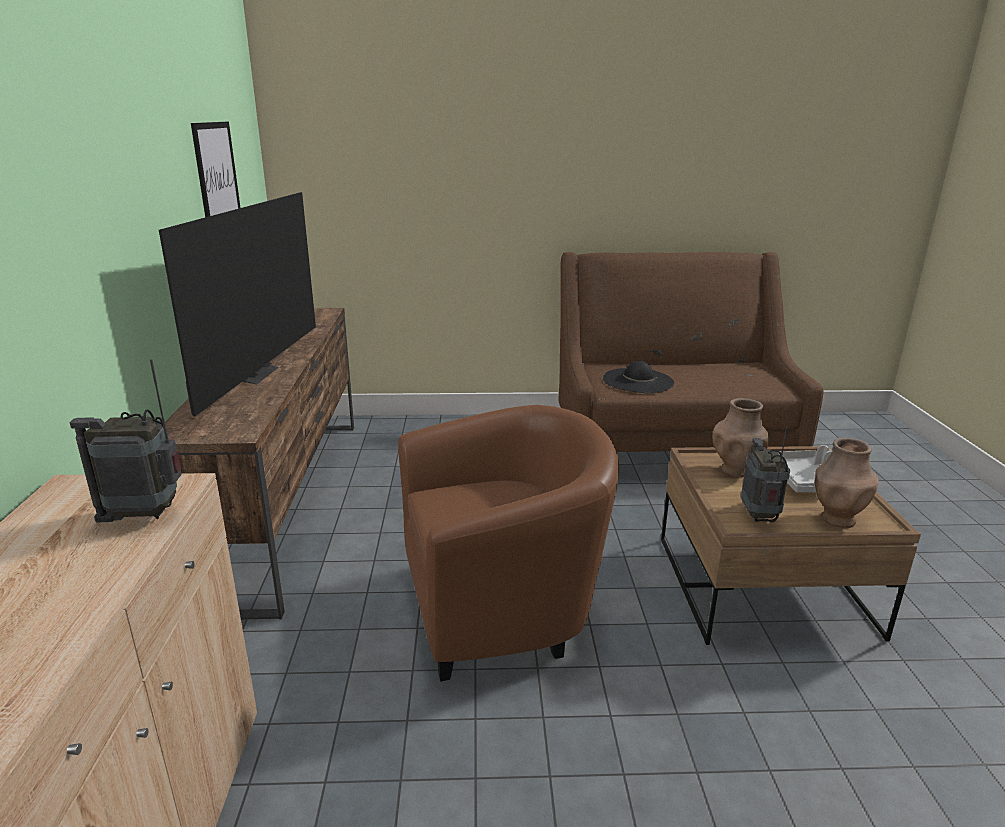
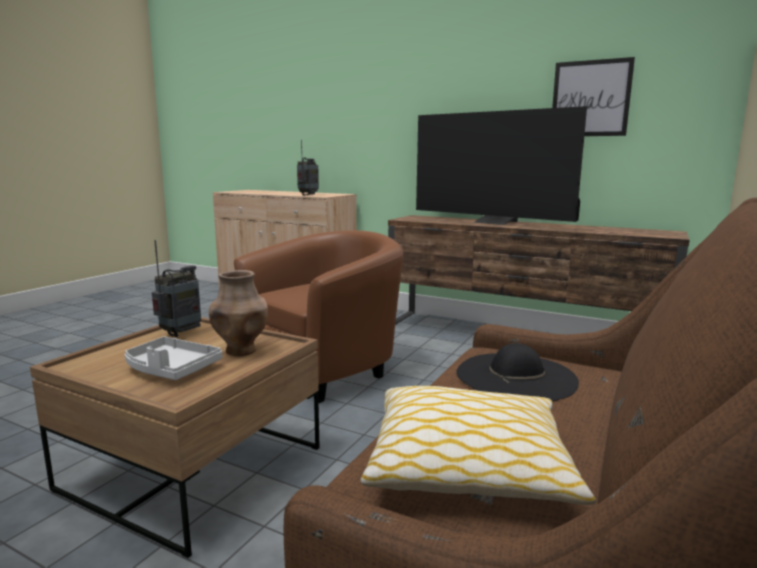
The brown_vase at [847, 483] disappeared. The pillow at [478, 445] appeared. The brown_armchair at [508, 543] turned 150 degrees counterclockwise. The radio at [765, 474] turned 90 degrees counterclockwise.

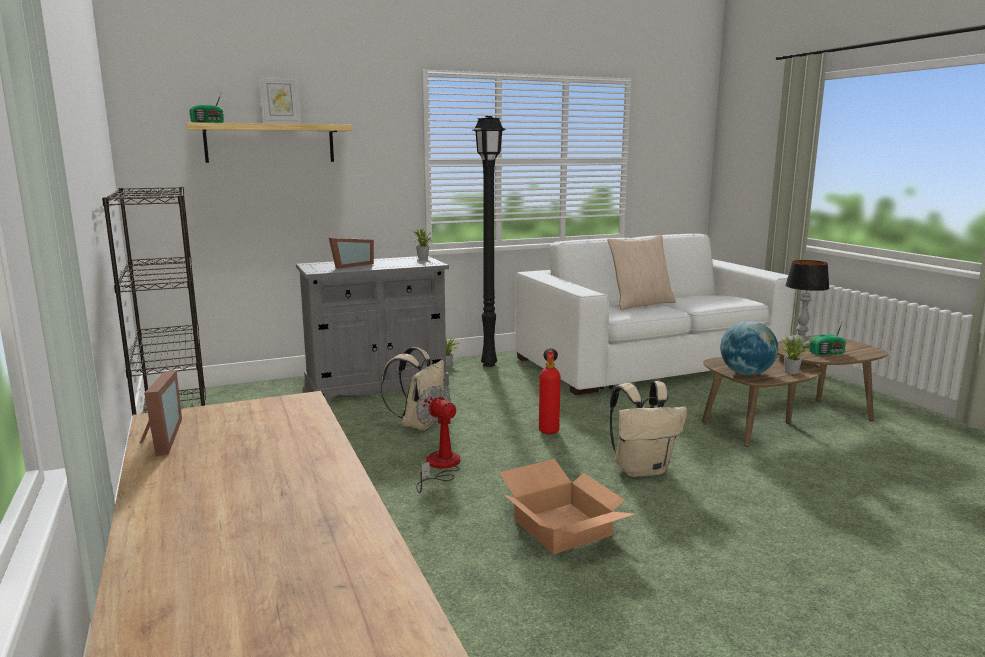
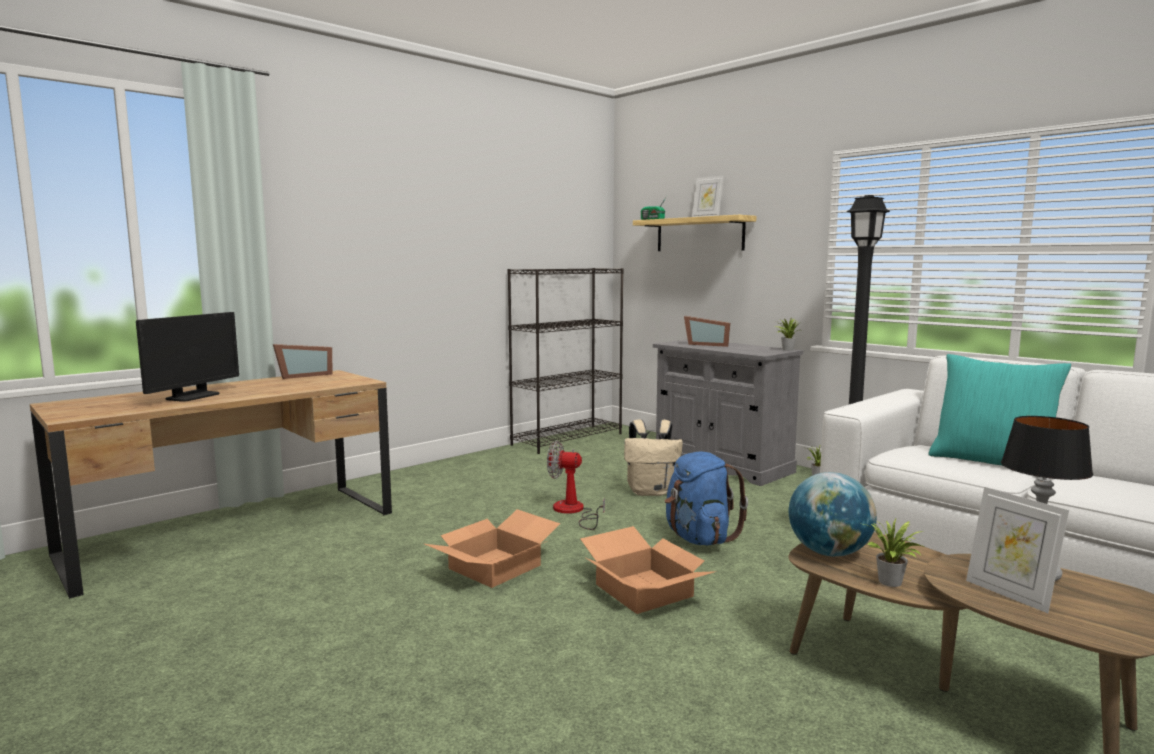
The monitor at [187, 357] appeared. The fire_extinguisher at [550, 391] was replaced by the blue_backpack at [706, 498]. The beige_backpack at [648, 429] was replaced by the cardboard_box at [649, 570]. The radio at [827, 338] was replaced by the picture_frame at [1017, 550]. The beige_pillow at [641, 272] became the turquoise_pillow at [999, 410]. The fan at [438, 439] turned 105 degrees counterclockwise.

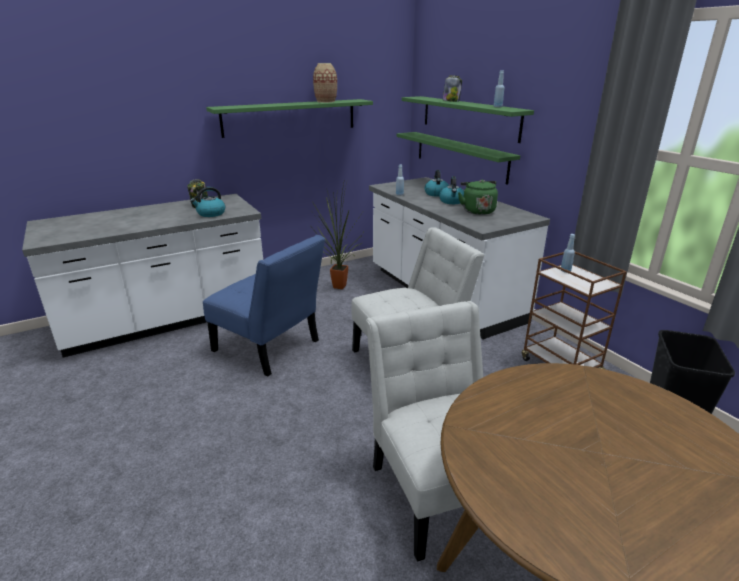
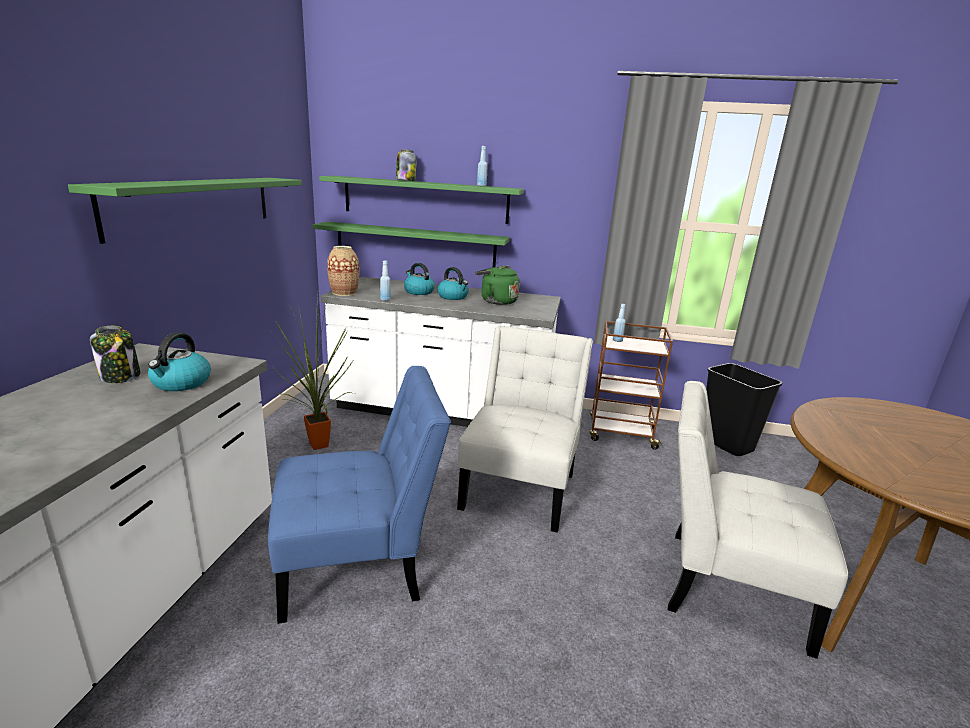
The vase moved from [325, 83] to [343, 271].

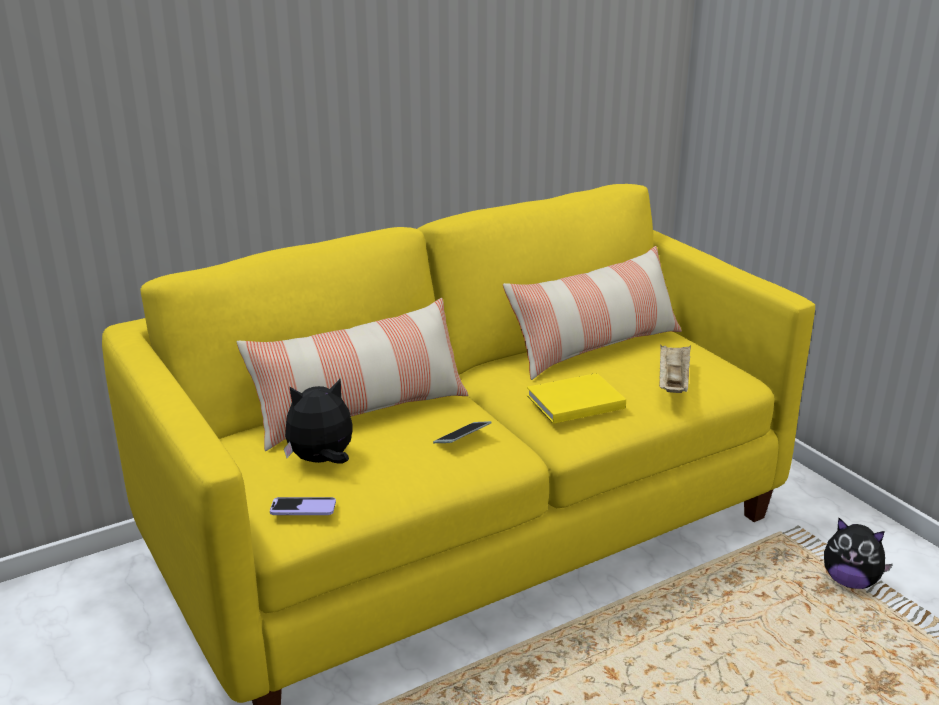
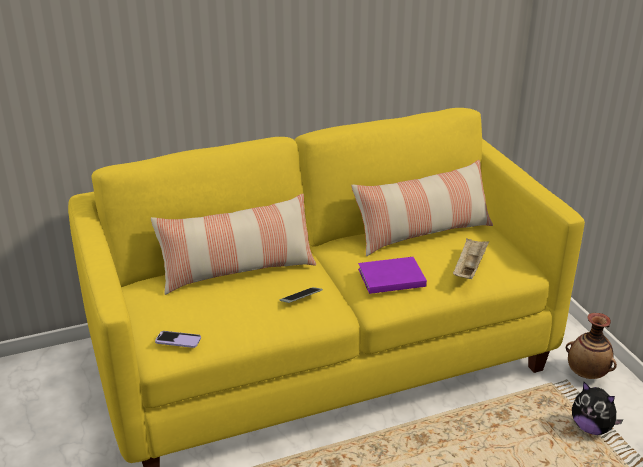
The plush_toy at [318, 421] disappeared. The vase at [591, 346] appeared. The yellow_book at [576, 398] became the purple_book at [392, 275].

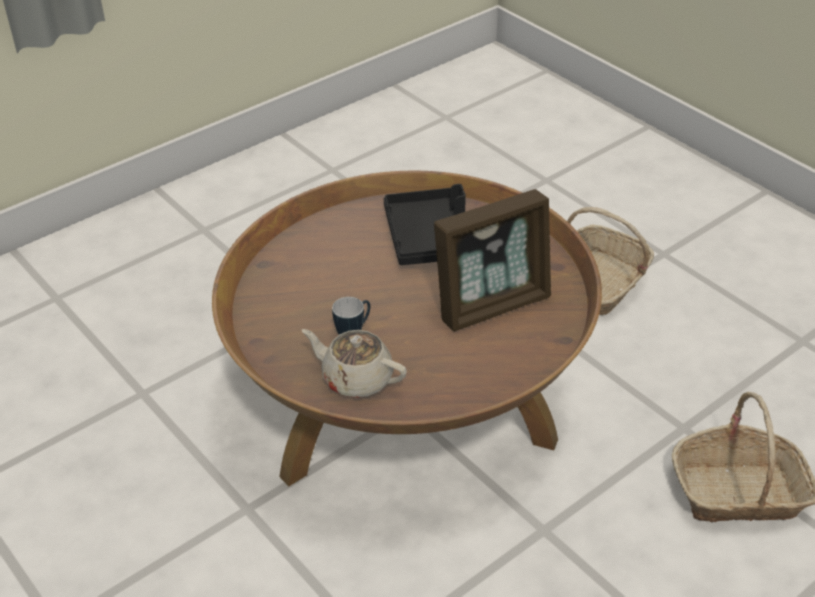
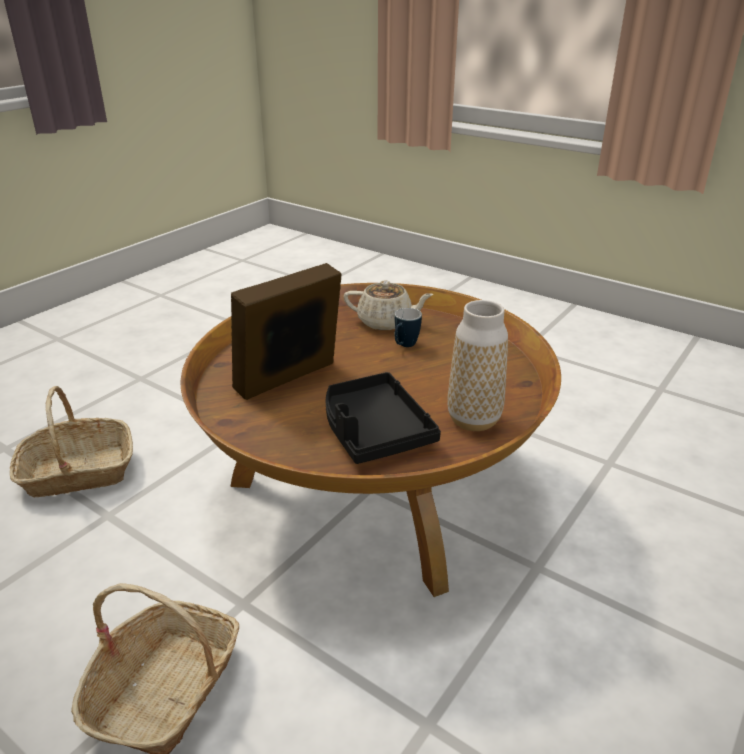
The vase at [477, 365] appeared.

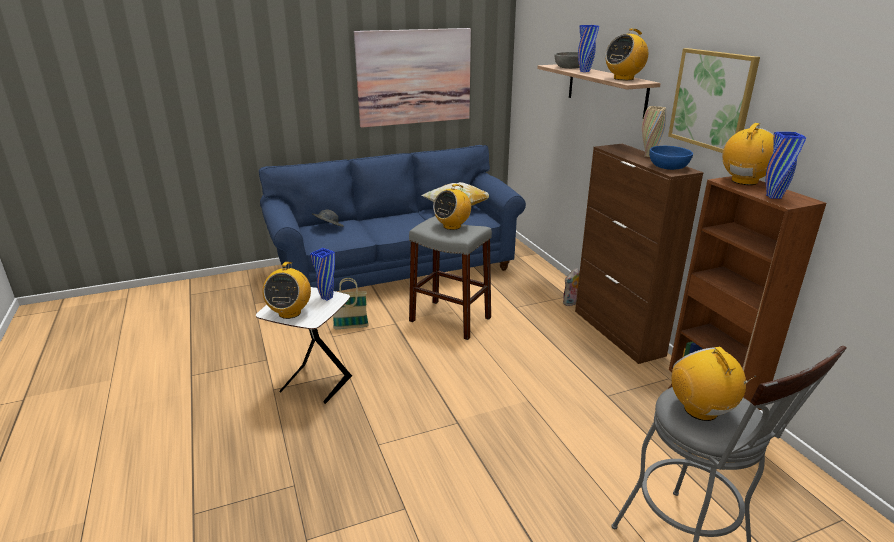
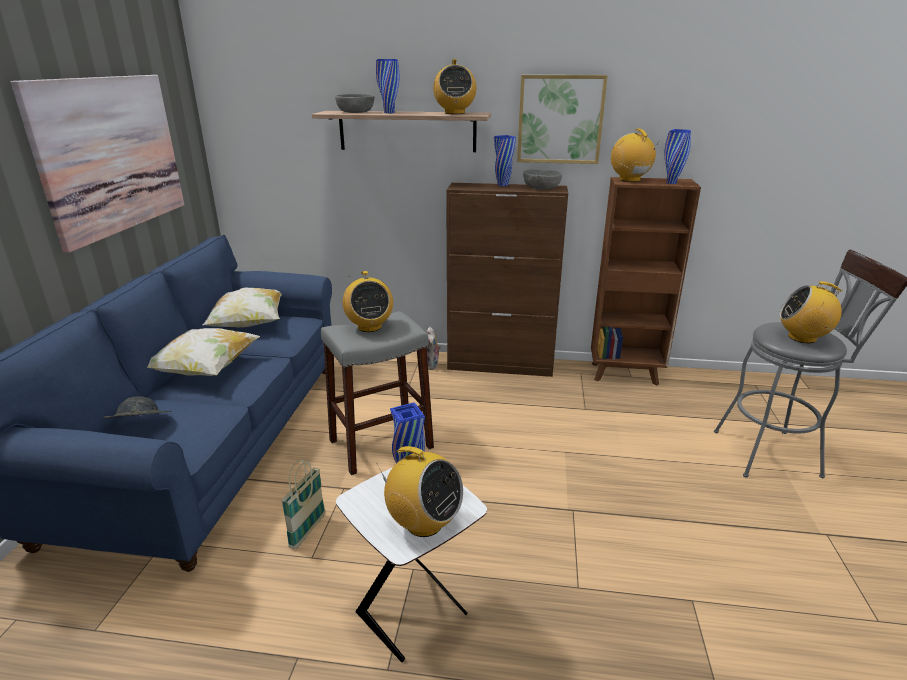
The pillow at [203, 352] appeared. The beige_vase at [654, 131] became the blue_vase at [505, 160]. The blue_bowl at [671, 158] became the grey_bowl at [542, 179].

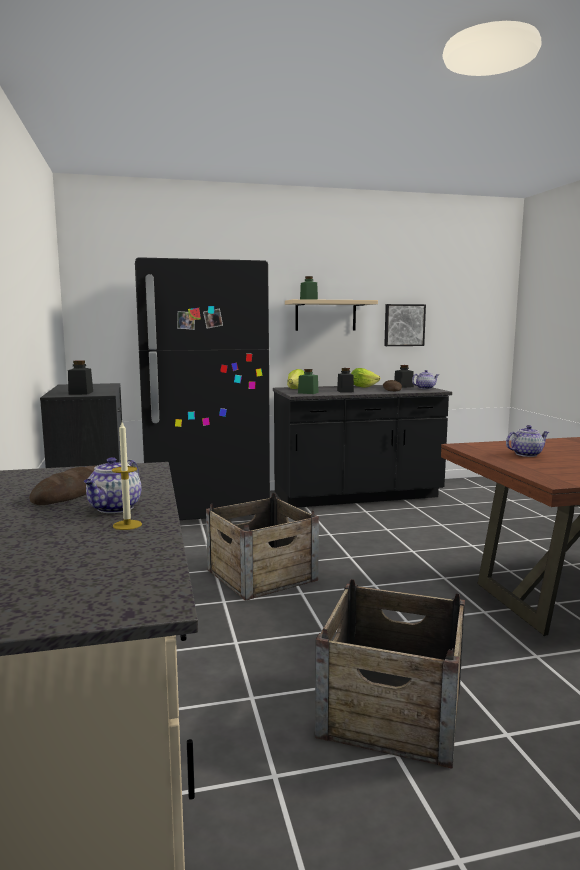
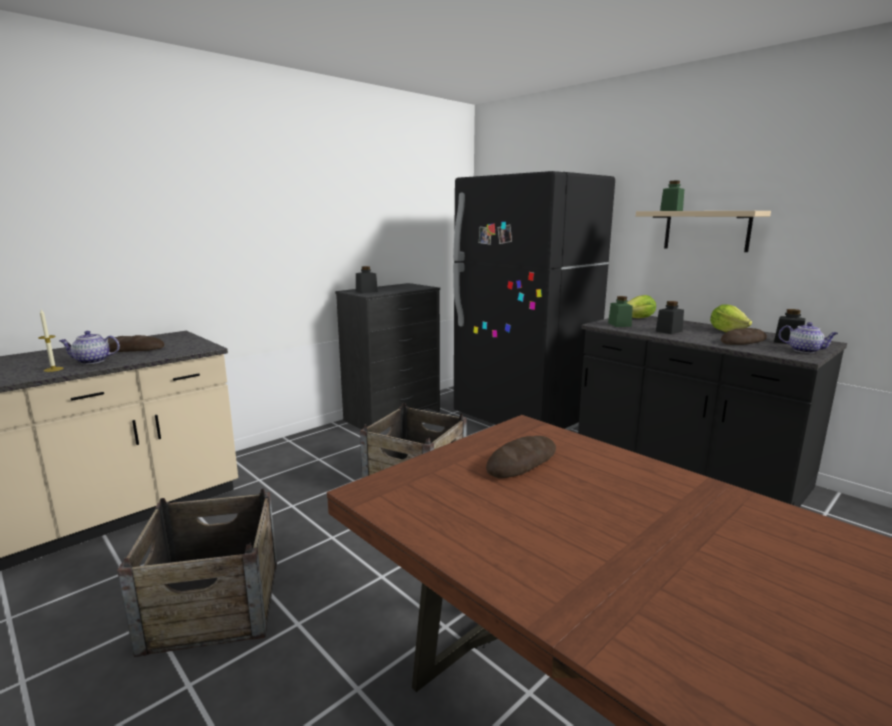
The picture at [405, 325] disappeared. The teapot at [527, 441] was replaced by the bread at [521, 457].

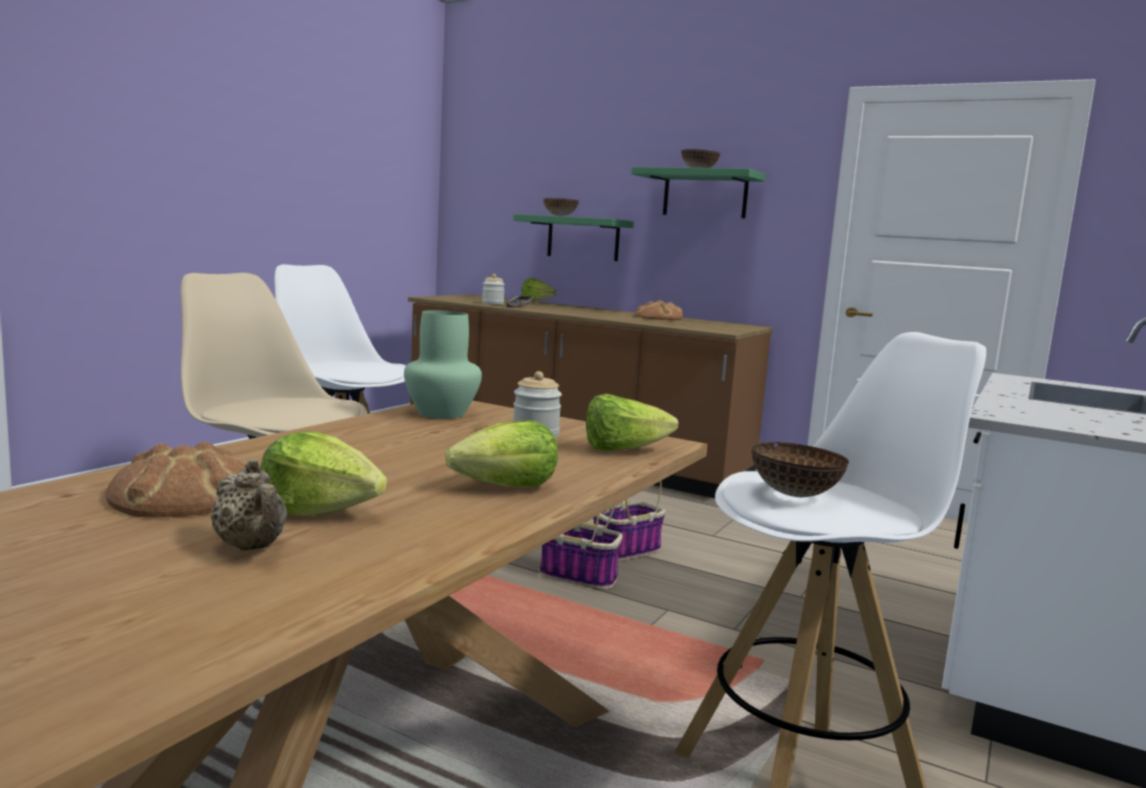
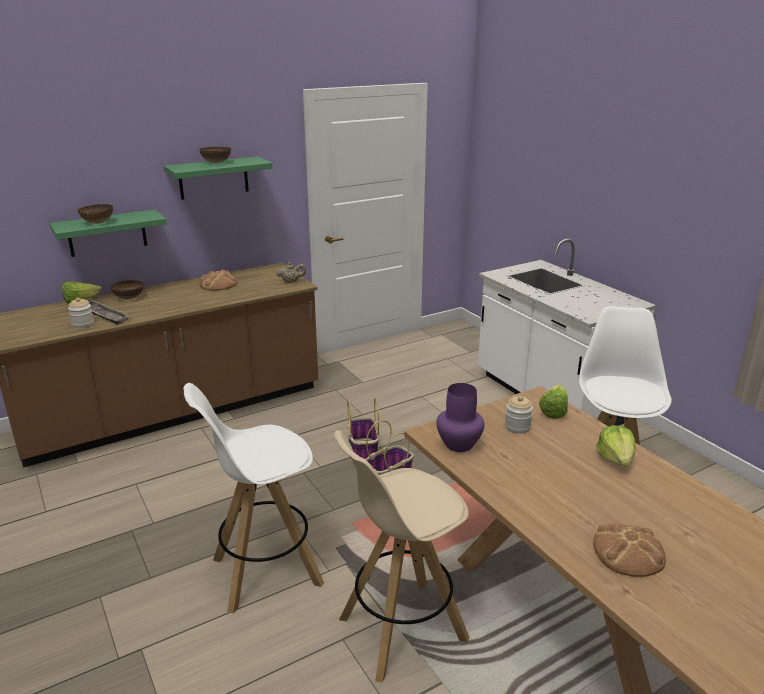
The lettuce at [324, 473] disappeared. The beige_teapot moved from [249, 504] to [291, 272]. The bowl moved from [800, 469] to [127, 290]. The green_vase at [443, 364] became the purple_vase at [460, 417].

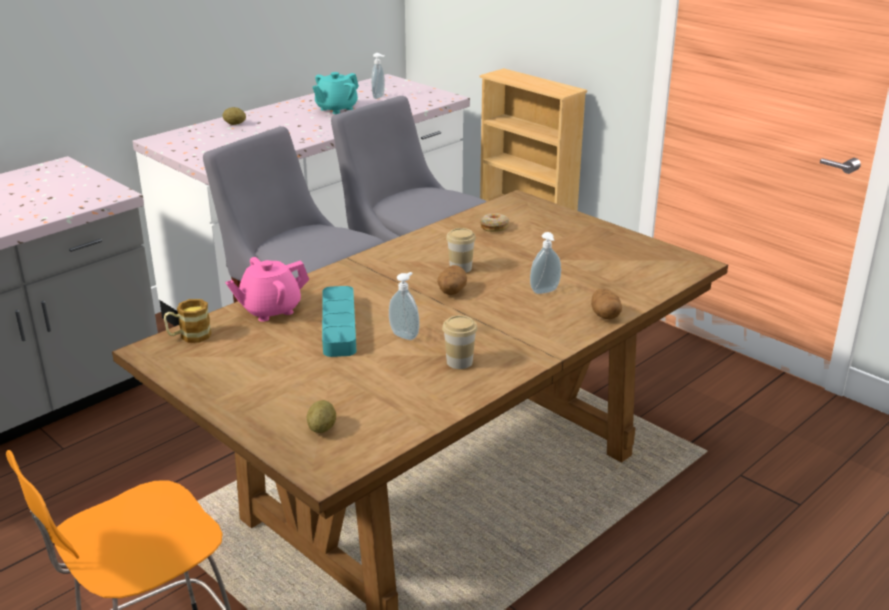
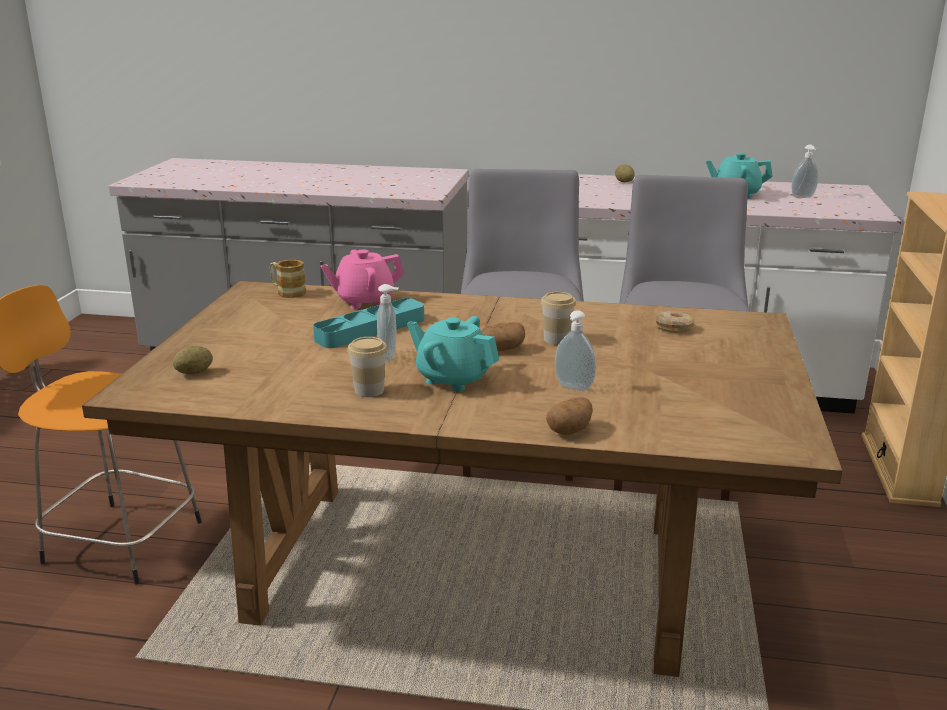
The turquoise_teapot at [453, 353] appeared. The pink_teapot at [267, 289] turned 45 degrees counterclockwise.

